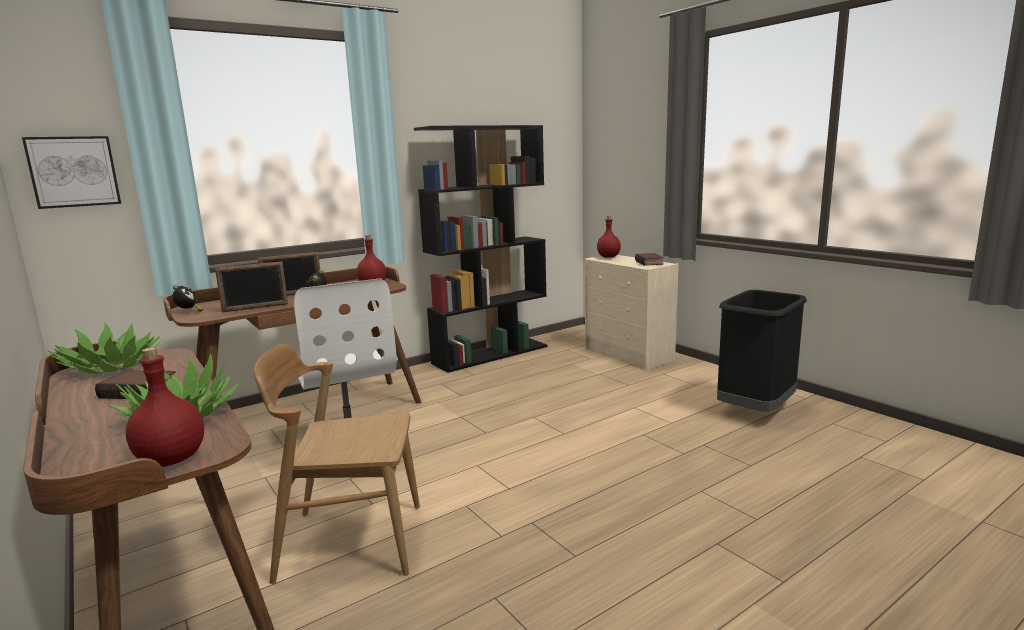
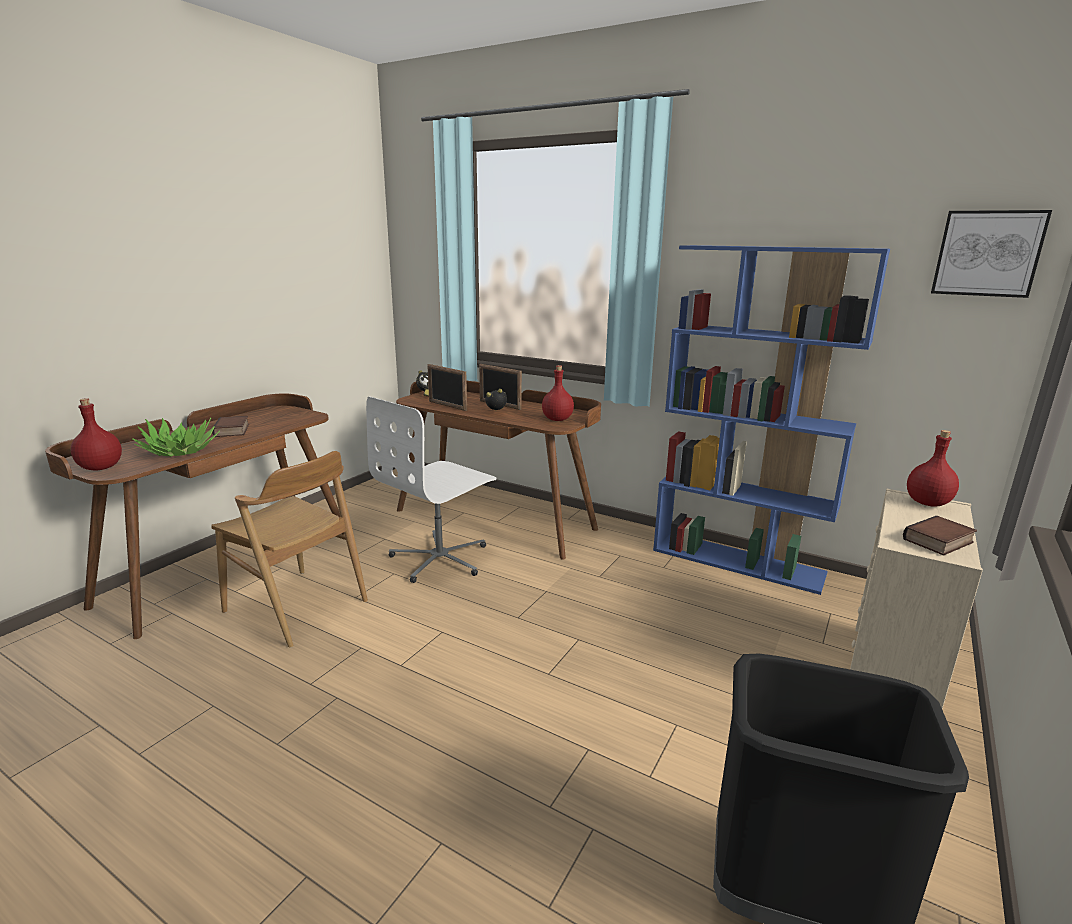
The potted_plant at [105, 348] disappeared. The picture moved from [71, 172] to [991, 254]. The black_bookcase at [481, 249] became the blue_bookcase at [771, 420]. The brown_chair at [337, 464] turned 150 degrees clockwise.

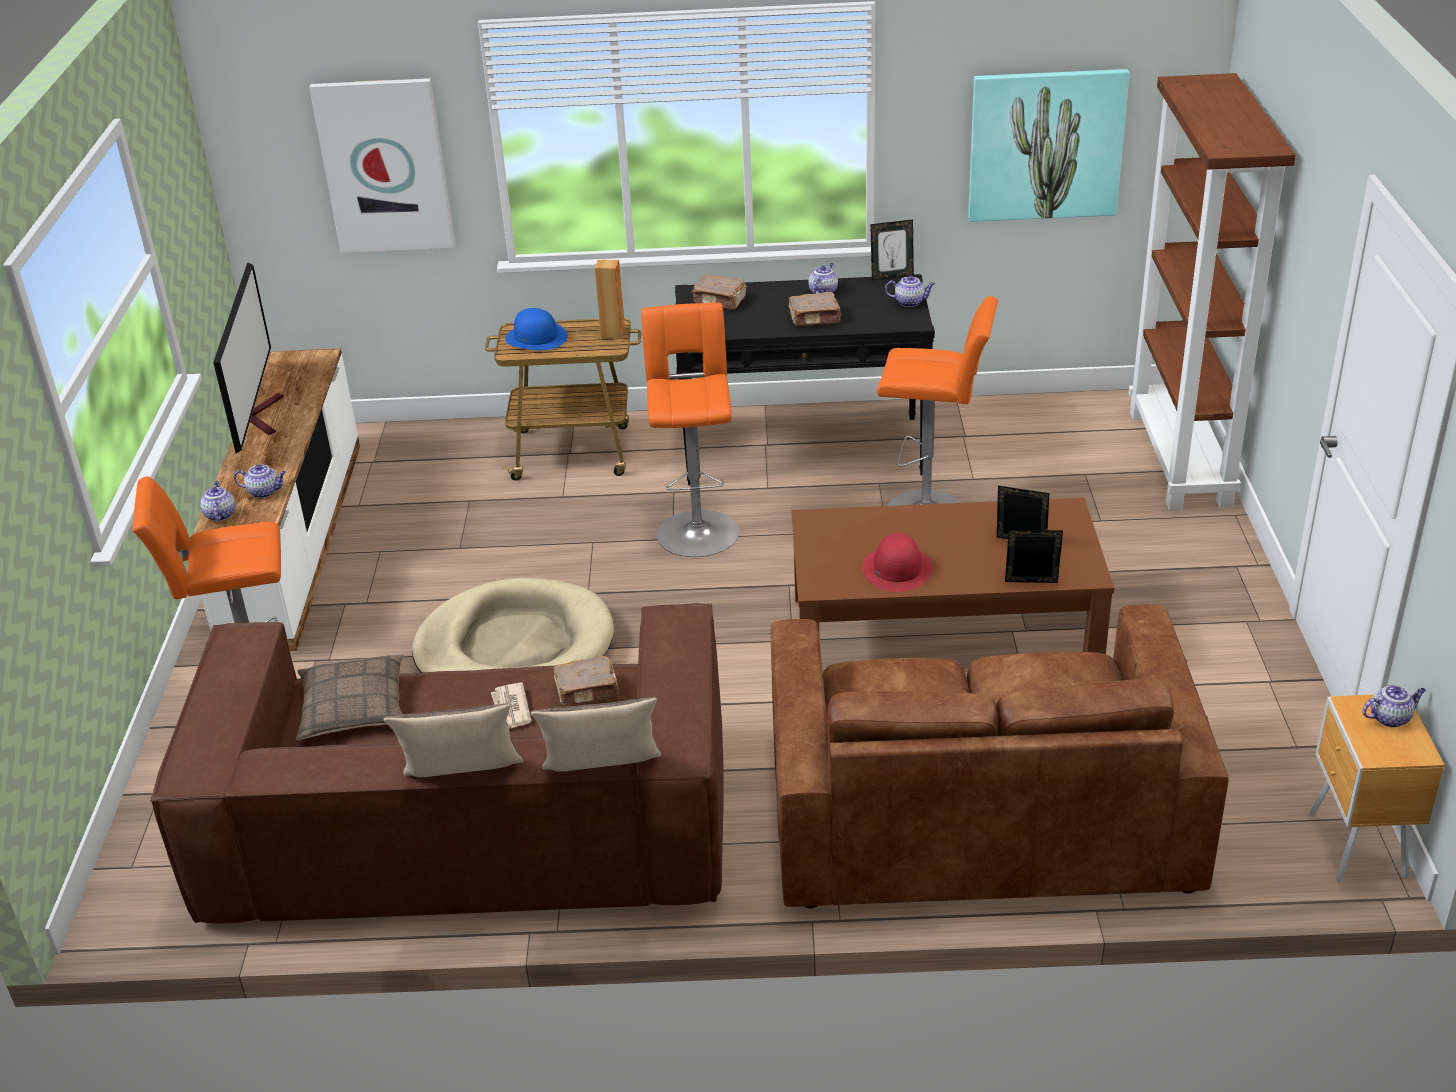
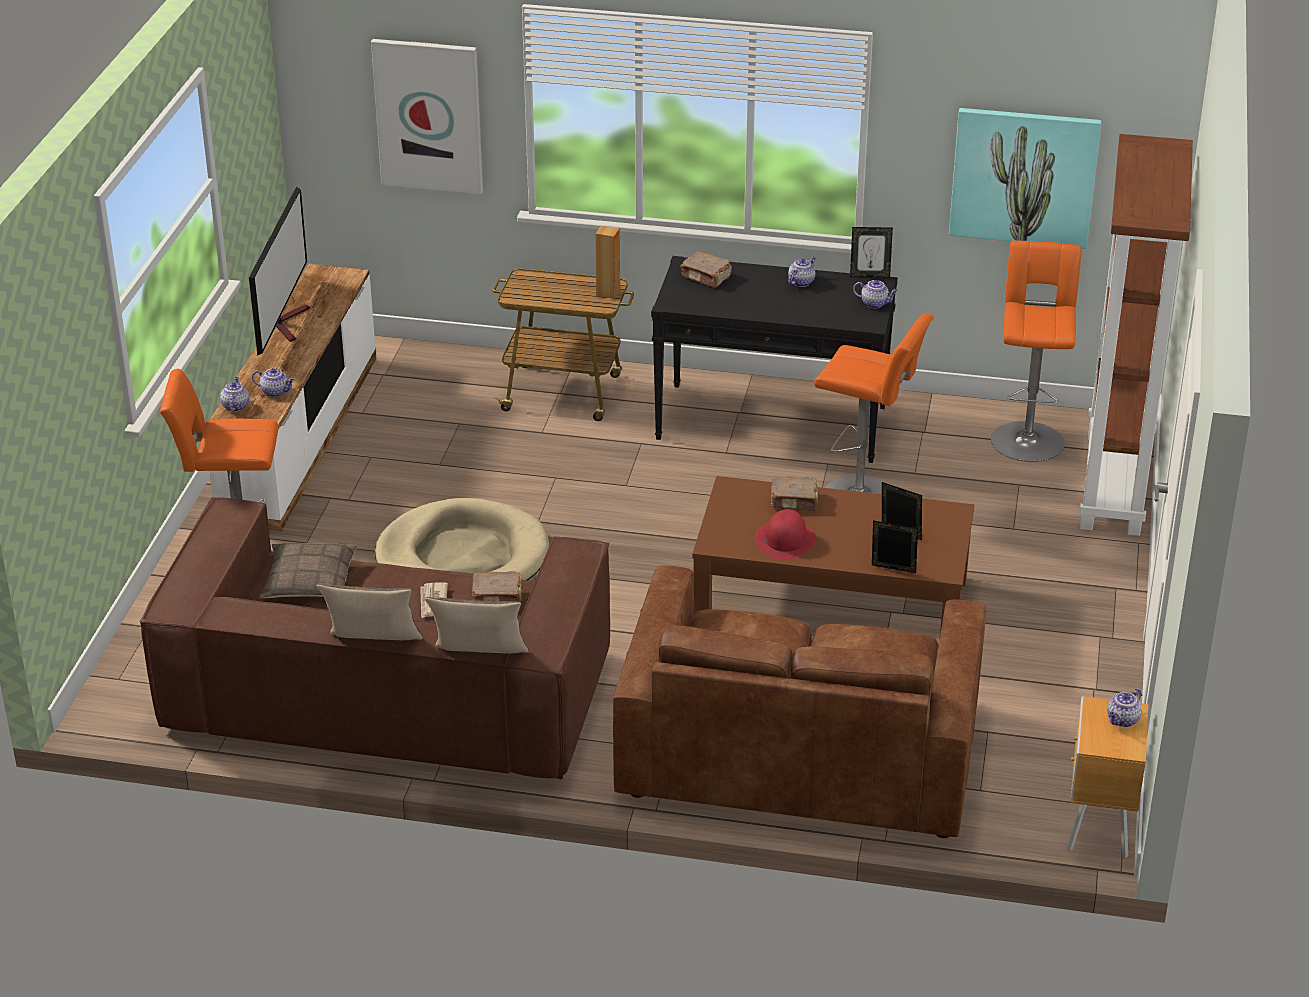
The blue_hat at [536, 329] disappeared. The orange_stool moved from [690, 430] to [1036, 351]. The brown_book moved from [815, 309] to [794, 493]. The teapot at [1394, 706] turned 135 degrees clockwise.

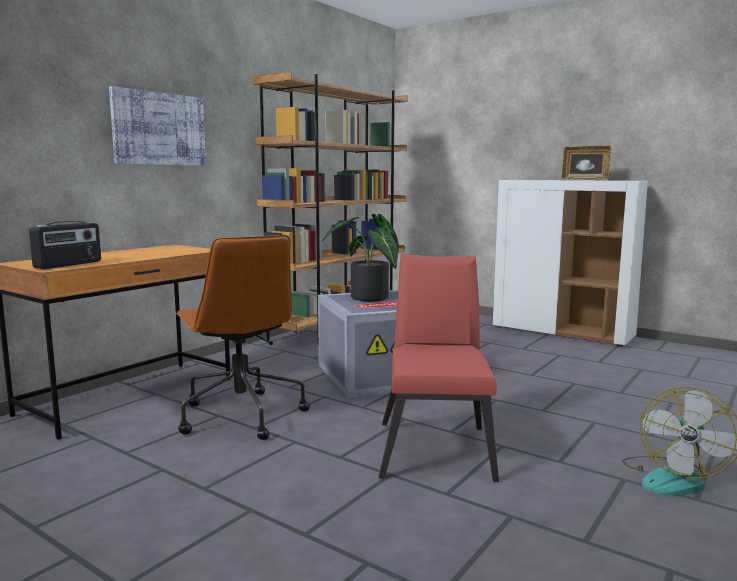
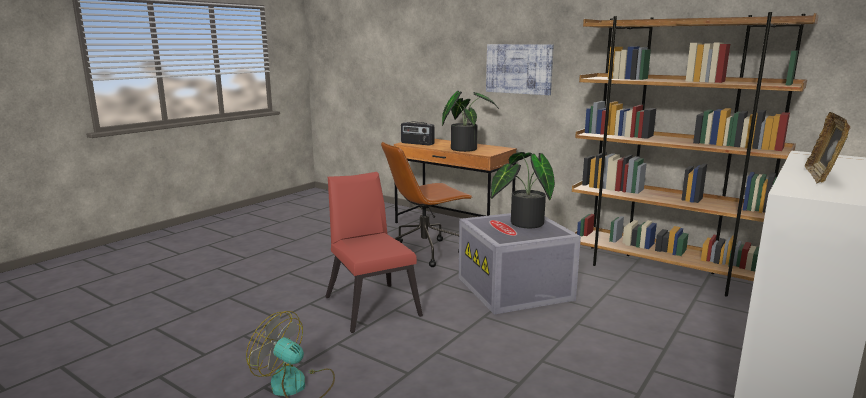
The potted_plant at [470, 121] appeared. The red_chair at [439, 368] turned 120 degrees counterclockwise.

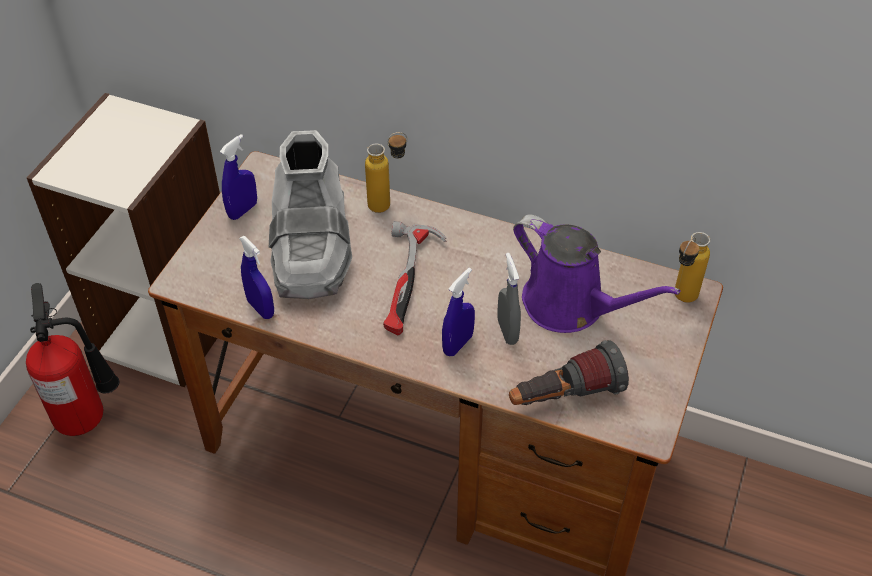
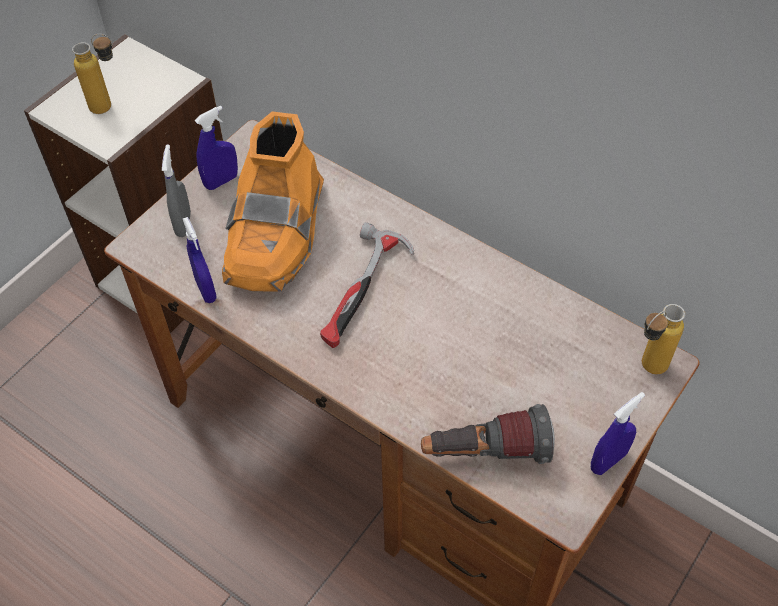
The fire_extinguisher at [72, 359] disappeared. The purple_watering_can at [597, 273] disappeared. The bottle moved from [386, 172] to [92, 74]. The blue_spray_bottle moved from [458, 312] to [618, 433]. The grey_spray_bottle moved from [509, 299] to [176, 190]. The grey_boot at [310, 214] became the orange_boot at [273, 201].

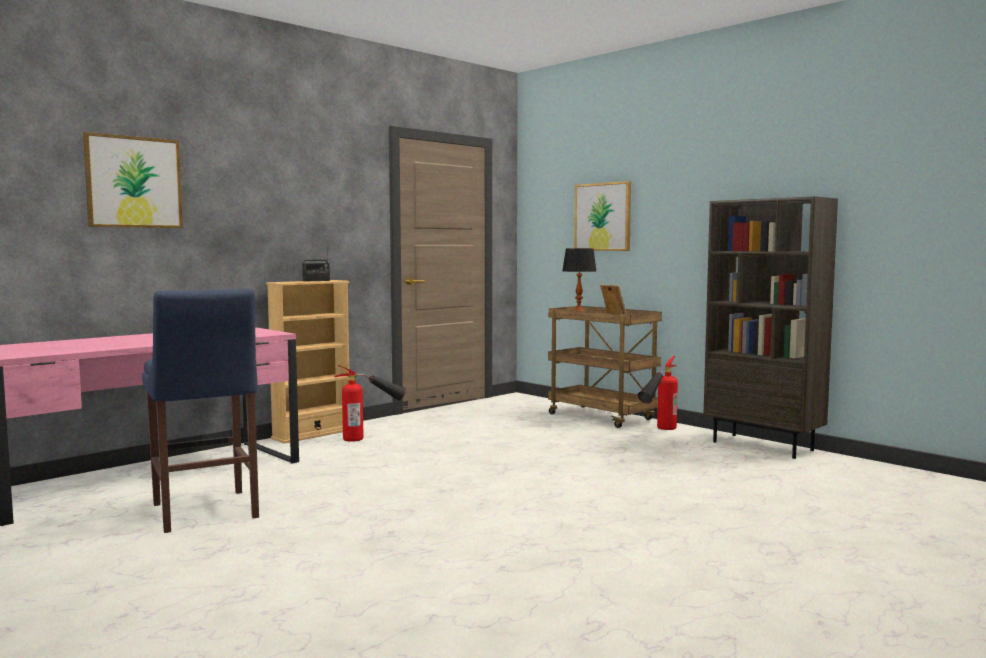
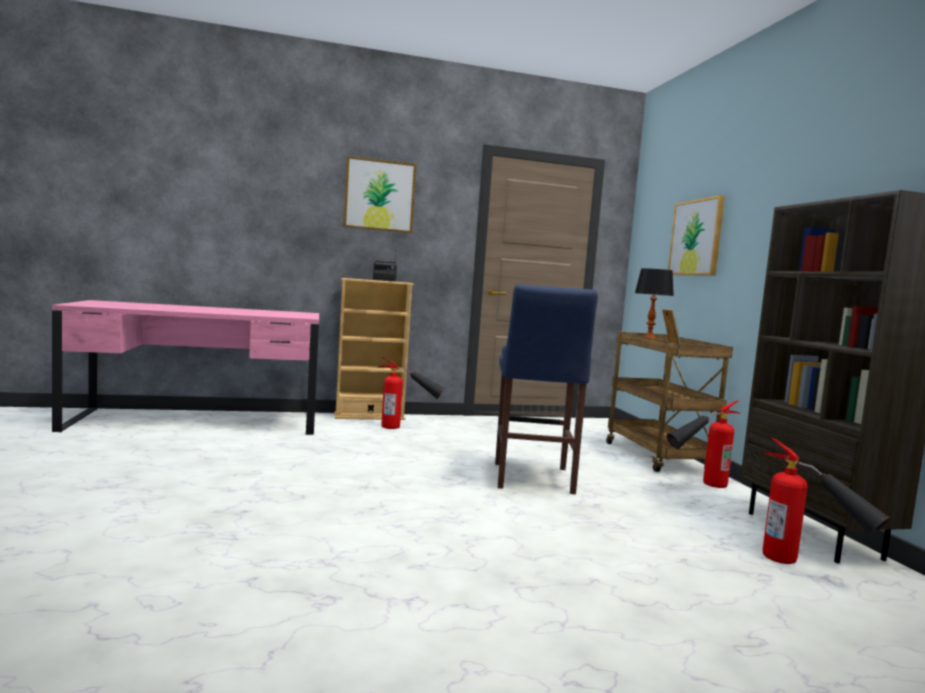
The fire_extinguisher at [827, 501] appeared. The picture moved from [133, 180] to [379, 194]. The blue_stool moved from [200, 410] to [546, 389].

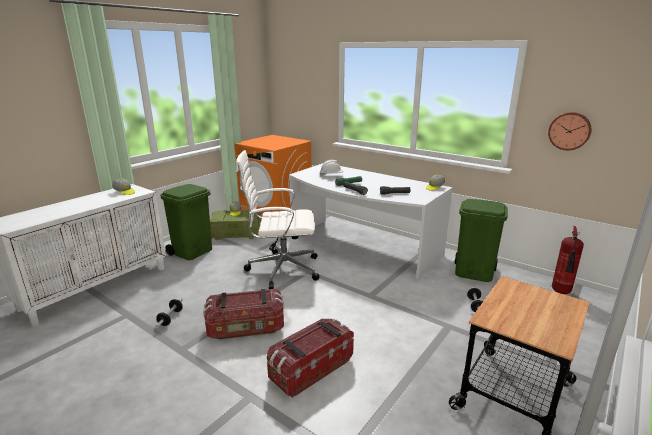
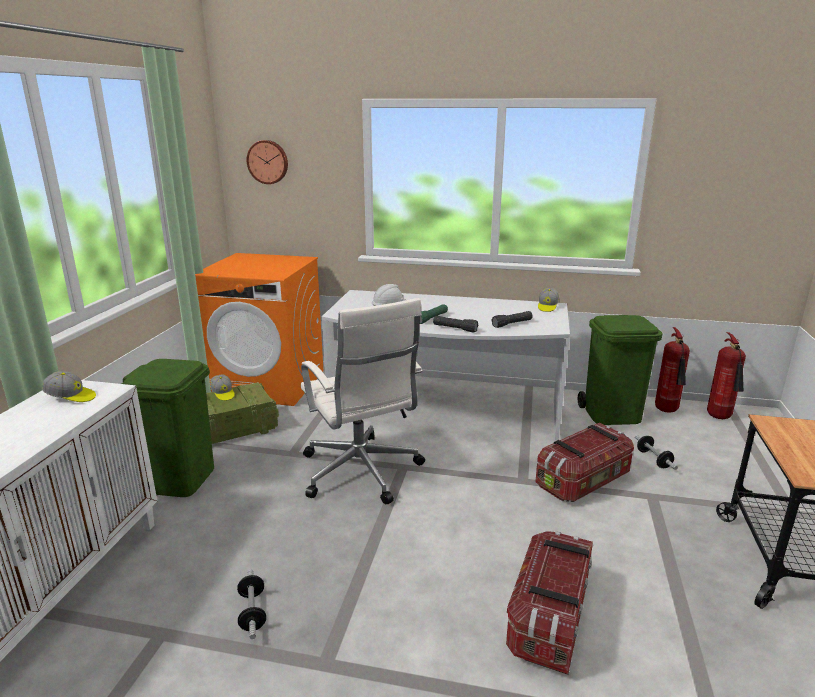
The fire_extinguisher at [672, 370] appeared. The storage_box moved from [243, 314] to [584, 462]. The wall_clock moved from [570, 131] to [267, 162]. The white_office_chair at [278, 219] turned 90 degrees counterclockwise.

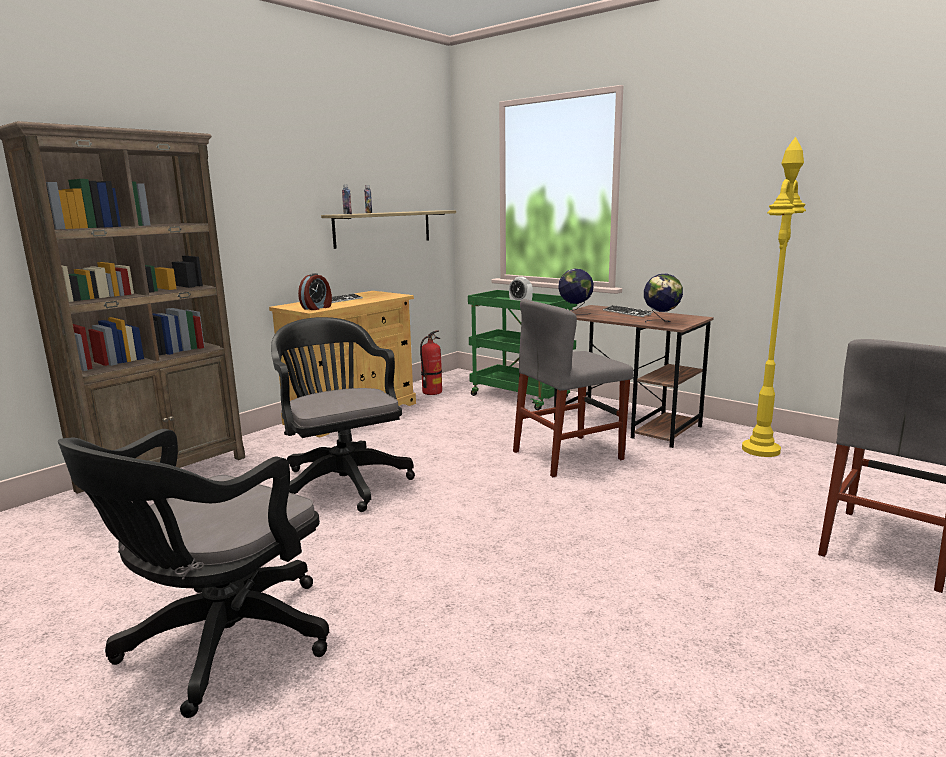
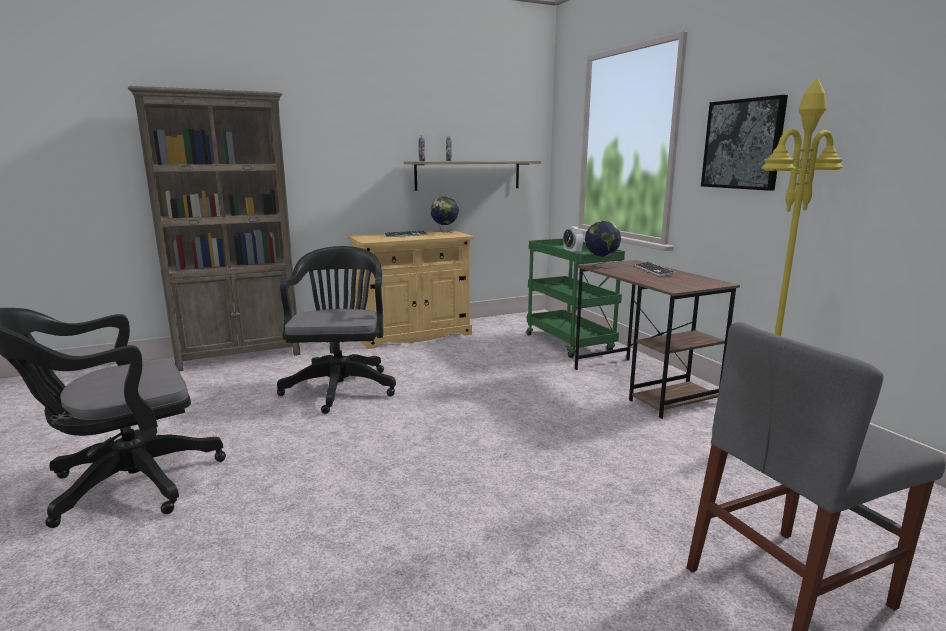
The alarm_clock at [315, 291] disappeared. The fire_extinguisher at [431, 362] disappeared. The grey_chair at [573, 388] disappeared. The picture at [744, 143] appeared. The globe moved from [663, 298] to [444, 215].

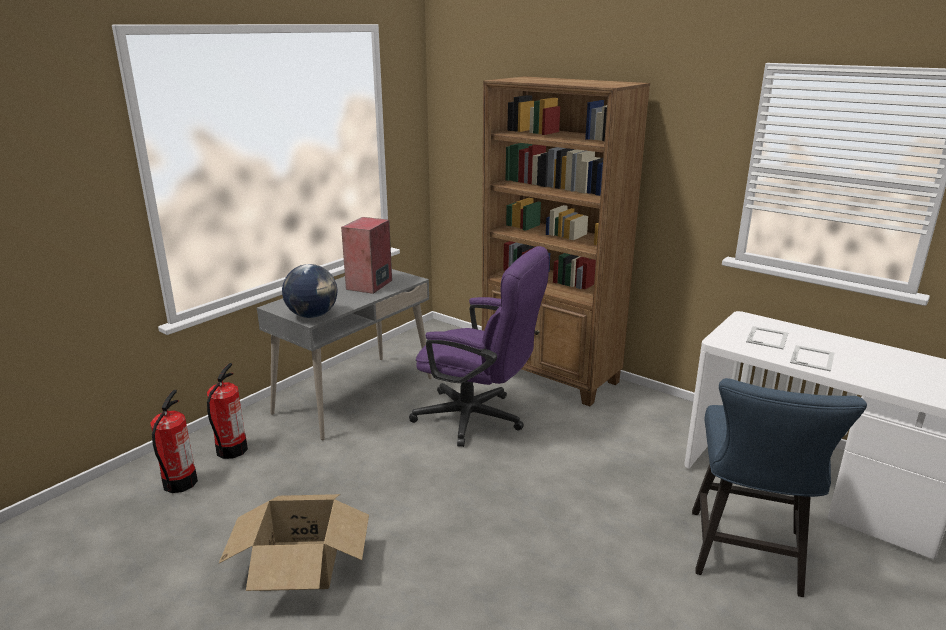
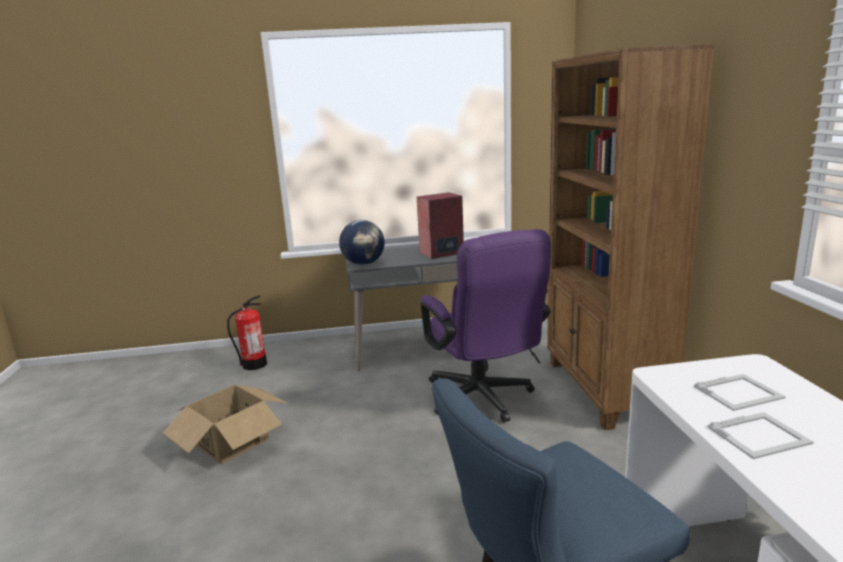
The fire_extinguisher at [227, 411] disappeared.

